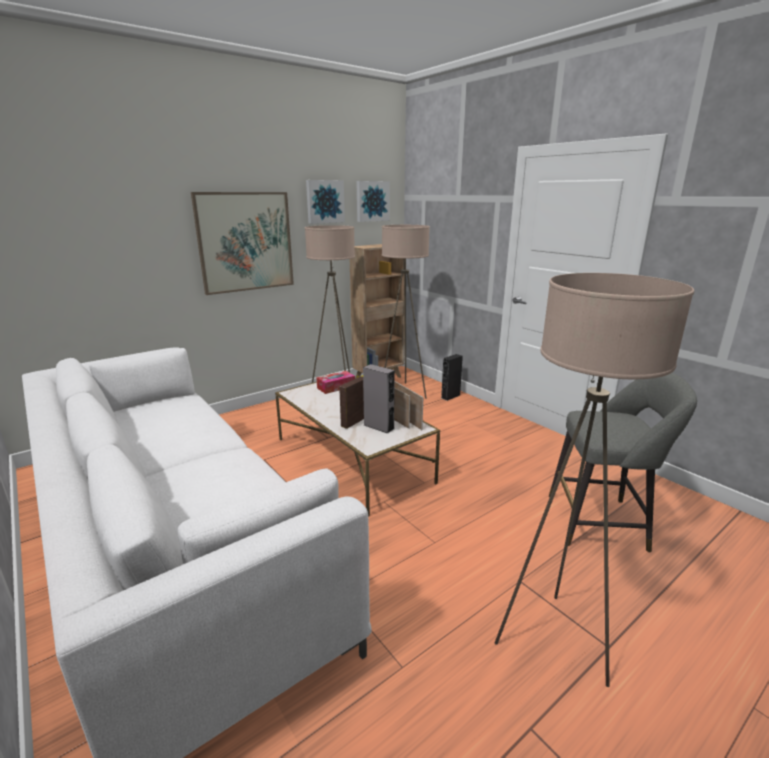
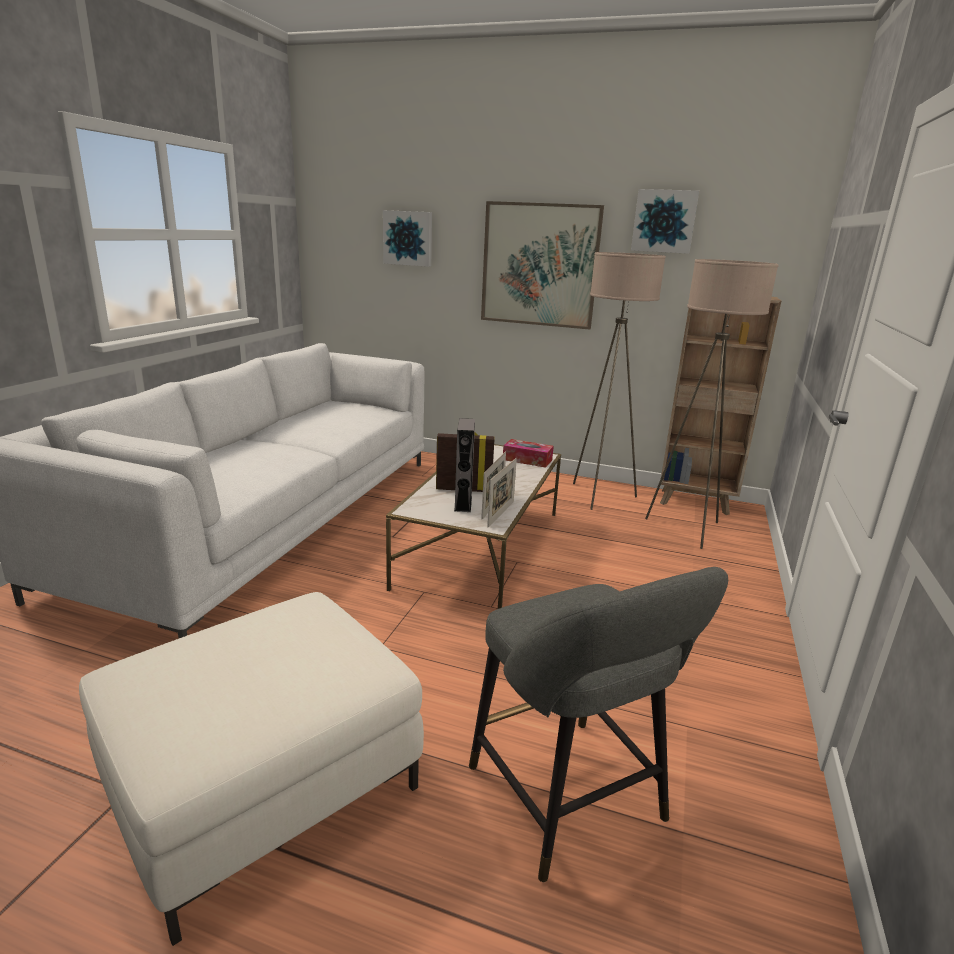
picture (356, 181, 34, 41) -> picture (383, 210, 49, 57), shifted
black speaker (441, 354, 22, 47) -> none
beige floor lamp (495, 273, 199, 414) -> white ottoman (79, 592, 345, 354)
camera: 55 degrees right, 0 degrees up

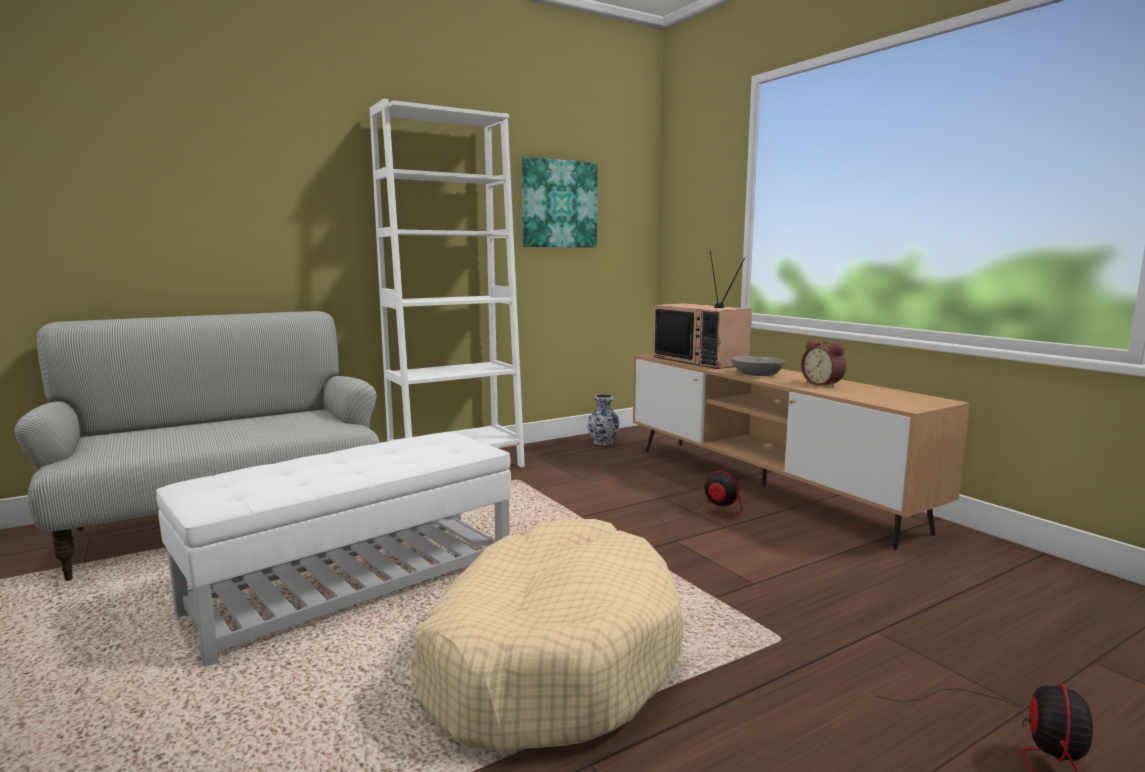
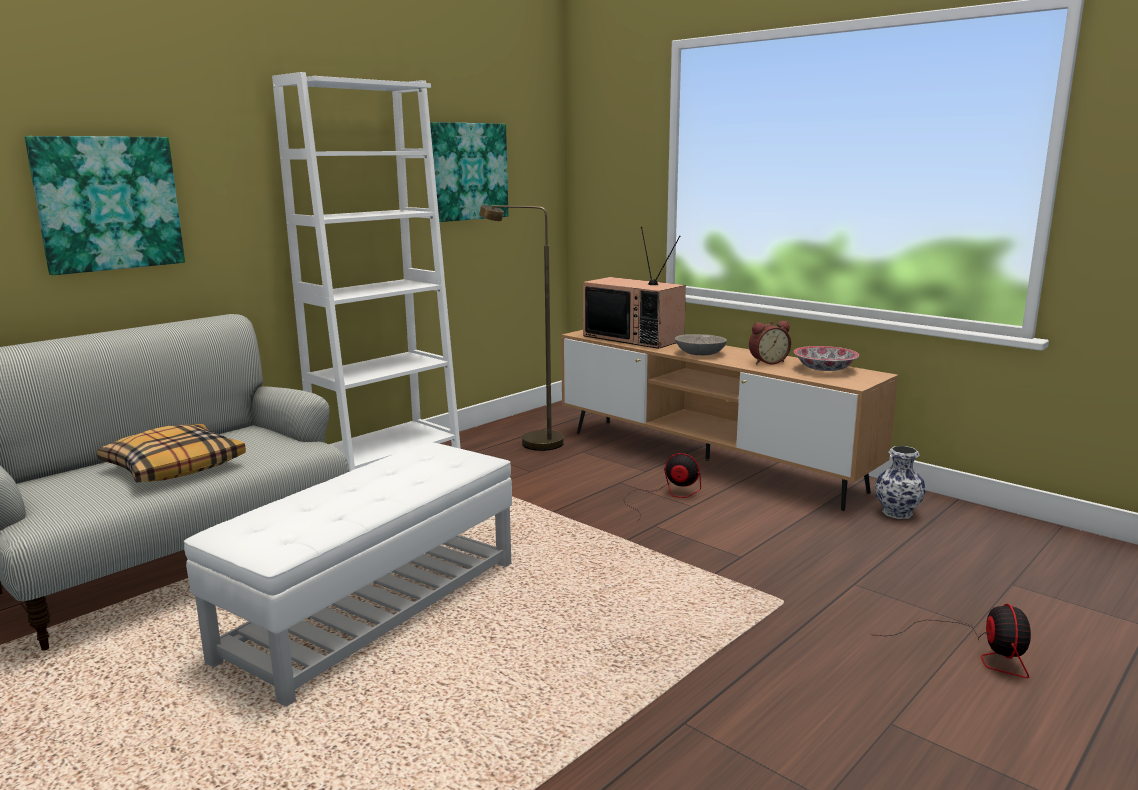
beige dog bed (410, 519, 274, 232) -> none
vase (587, 394, 33, 51) -> vase (875, 446, 51, 73), shifted
alarm clock (801, 339, 45, 49) -> alarm clock (749, 321, 42, 43), 60 degrees counterclockwise
none -> picture (25, 136, 160, 139)
none -> pillow (97, 424, 149, 59)
none -> brown floor lamp (479, 205, 85, 246)
none -> bowl (794, 346, 65, 25)
camera: 15 degrees left, 5 degrees up

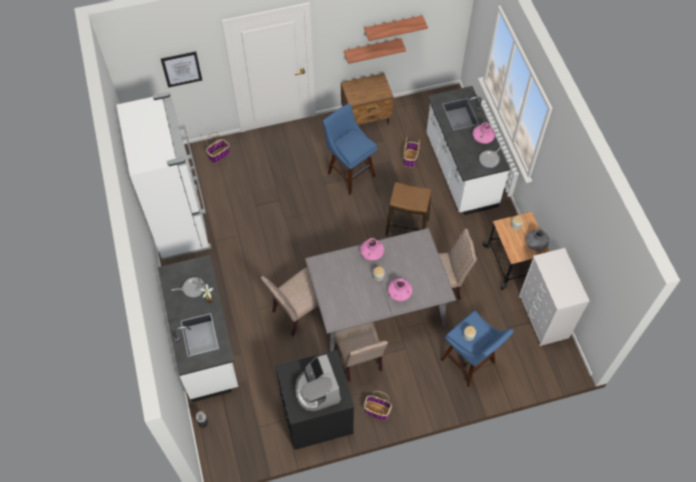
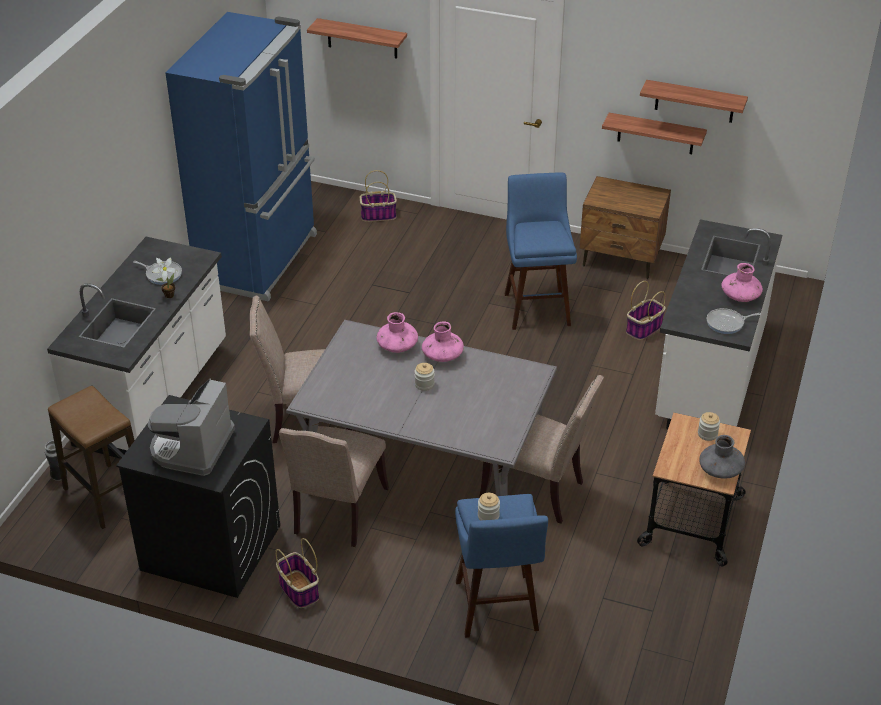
white fridge (117, 92, 94, 168) -> blue fridge (166, 12, 151, 290)
picture (161, 51, 41, 37) -> shelf (307, 18, 100, 41)
stool (385, 182, 47, 54) -> stool (48, 385, 87, 144), shifted
pink vase (388, 278, 24, 23) -> pink vase (376, 312, 42, 41), shifted
white dresser (519, 248, 71, 98) -> none
camera: 35 degrees right, 20 degrees down

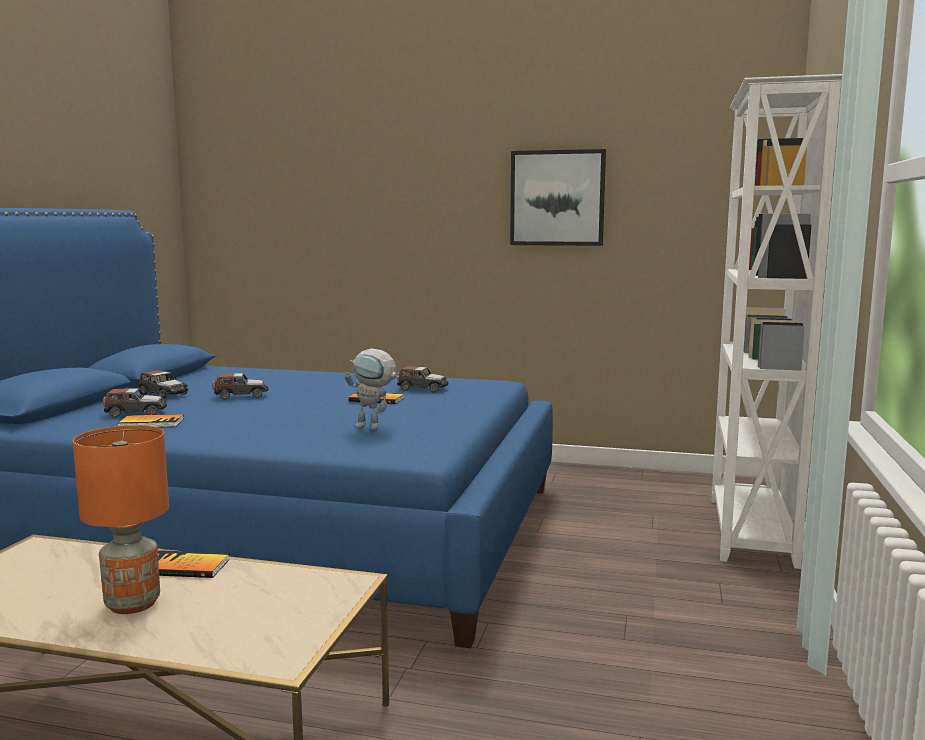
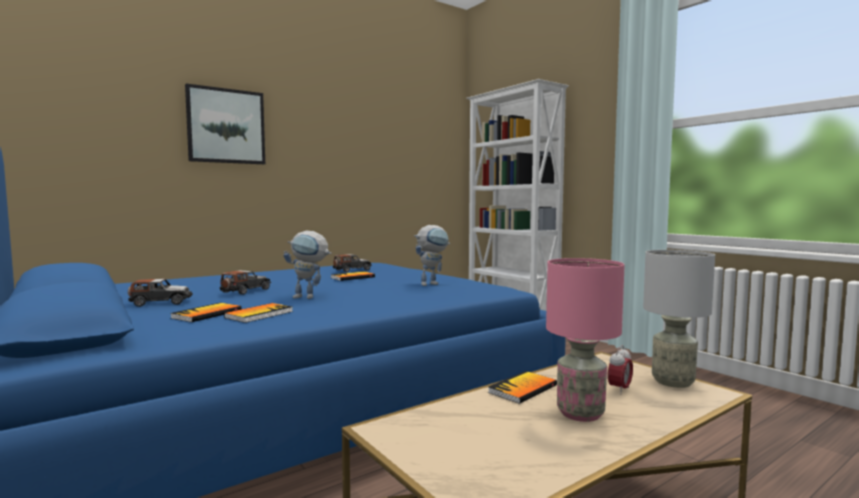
orange table lamp (73, 425, 96, 189) -> pink table lamp (546, 258, 79, 164)
toy car (103, 388, 64, 30) -> book (170, 303, 72, 19)
picture (510, 149, 96, 97) -> picture (185, 84, 80, 80), shifted
none -> toy robot (283, 231, 49, 68)
none -> alarm clock (608, 345, 25, 49)
none -> grey table lamp (643, 250, 72, 138)
camera: 50 degrees left, 5 degrees down

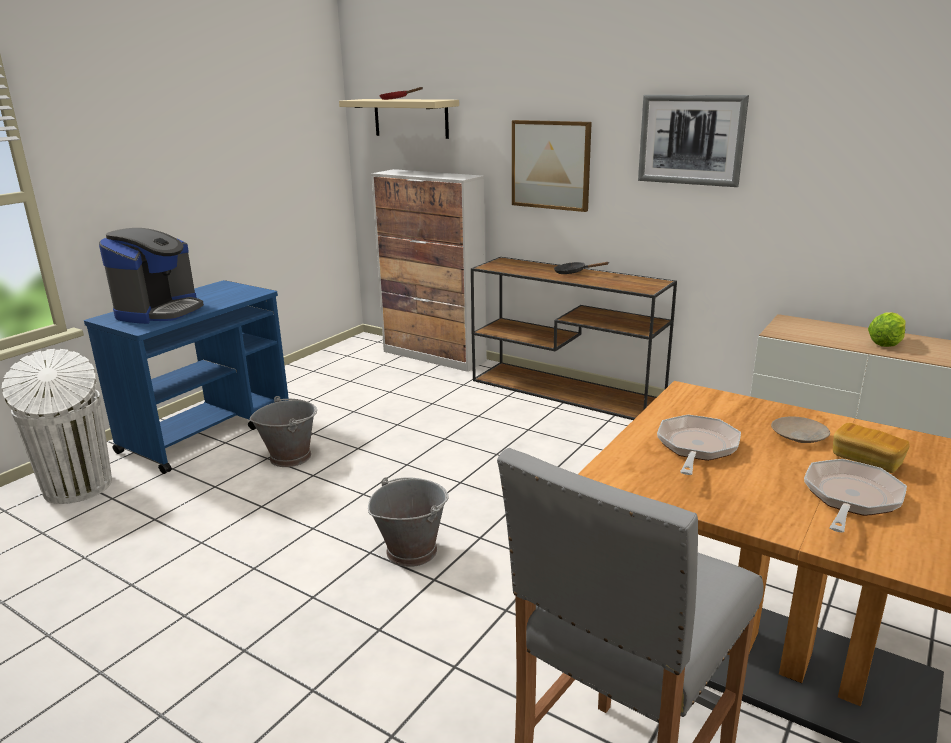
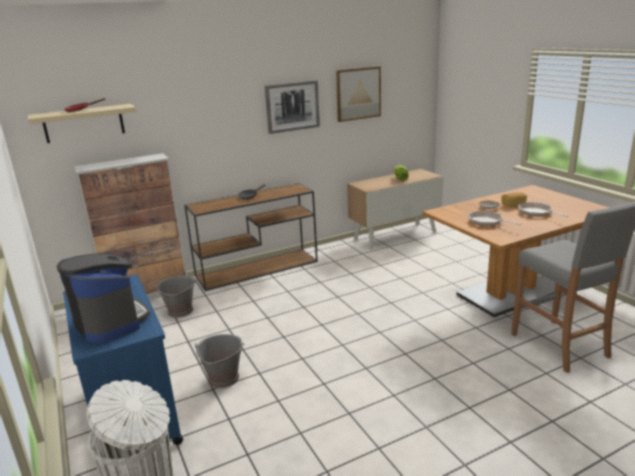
grey bucket (368, 477, 80, 90) -> grey bucket (155, 276, 41, 42), shifted
picture (512, 120, 80, 92) -> picture (336, 66, 45, 56), shifted
camera: 60 degrees left, 0 degrees up

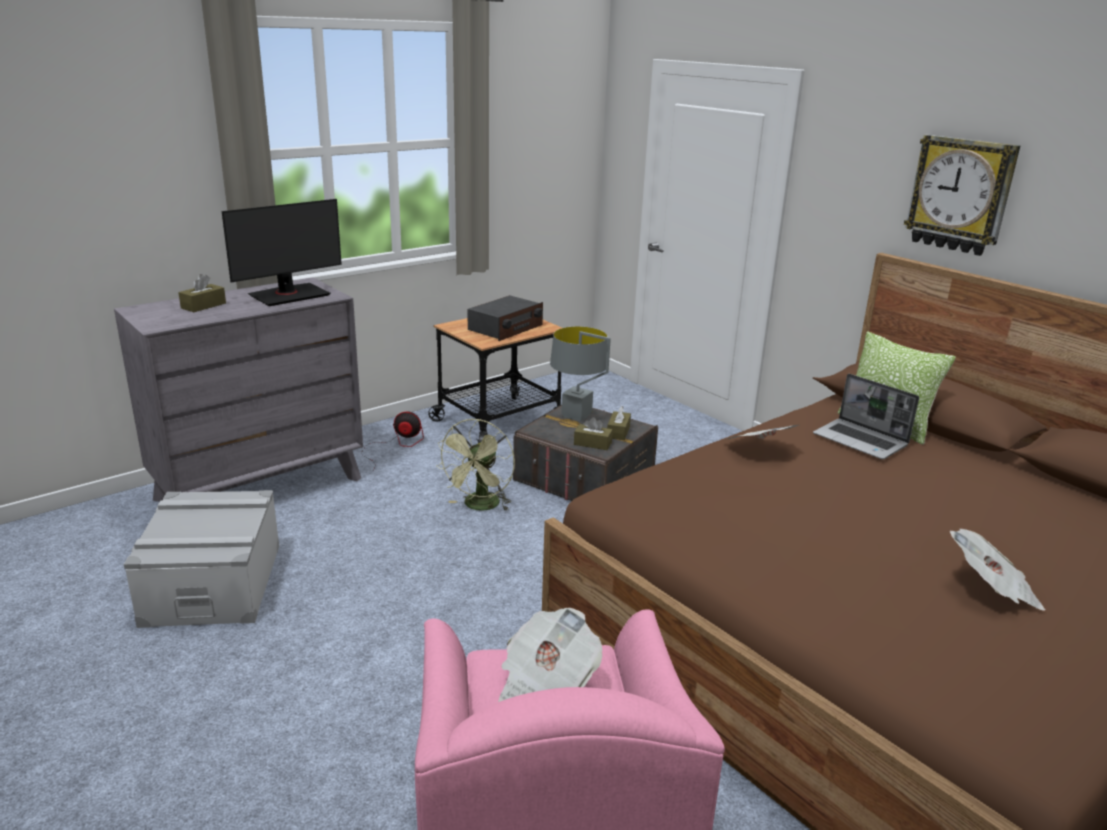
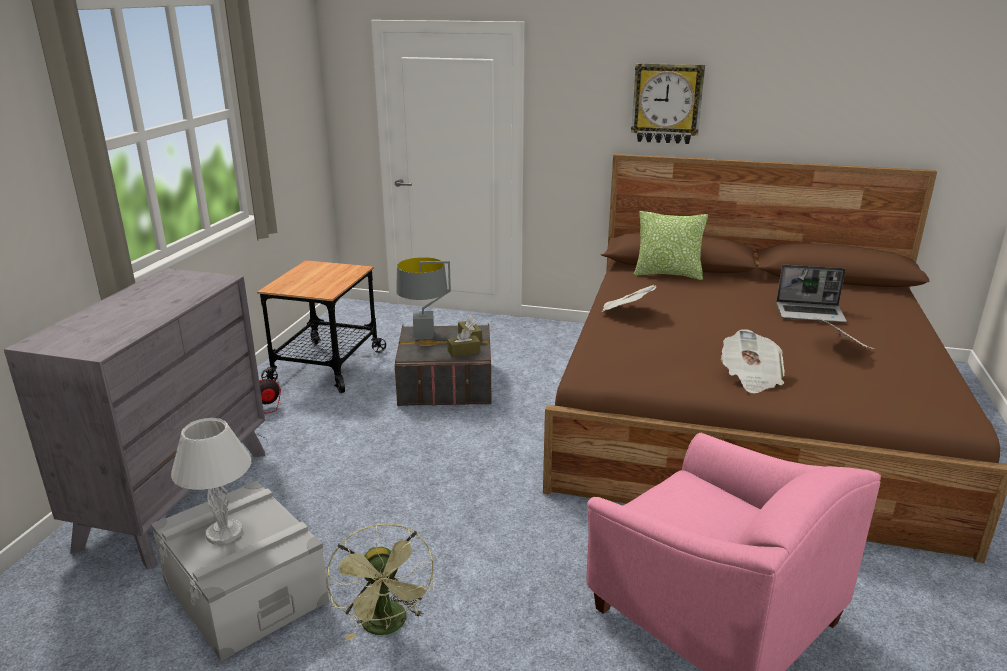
brown tissue box (178, 274, 48, 38) -> none
monitor (222, 199, 120, 107) -> none
green fan (436, 419, 79, 92) -> green fan (326, 524, 108, 117), shifted
radio (468, 295, 75, 46) -> none
newspaper (499, 608, 103, 94) -> newspaper (721, 329, 64, 64), shifted
laptop (813, 374, 106, 85) -> laptop (776, 265, 71, 57), shifted
none -> white table lamp (171, 418, 80, 127)
camera: 35 degrees left, 0 degrees up

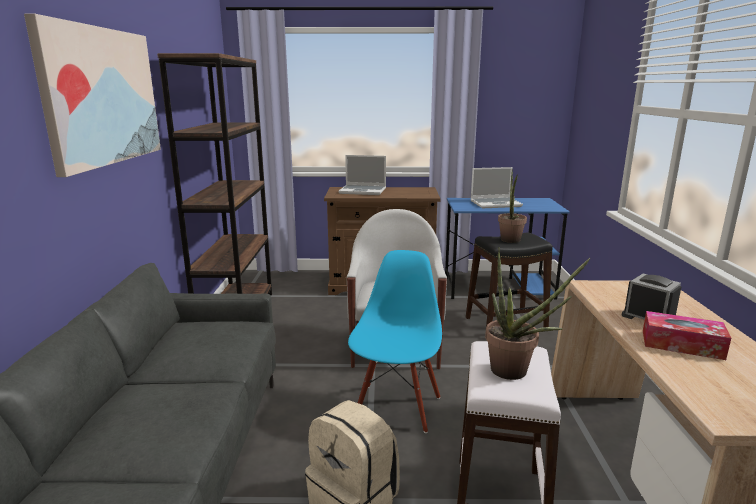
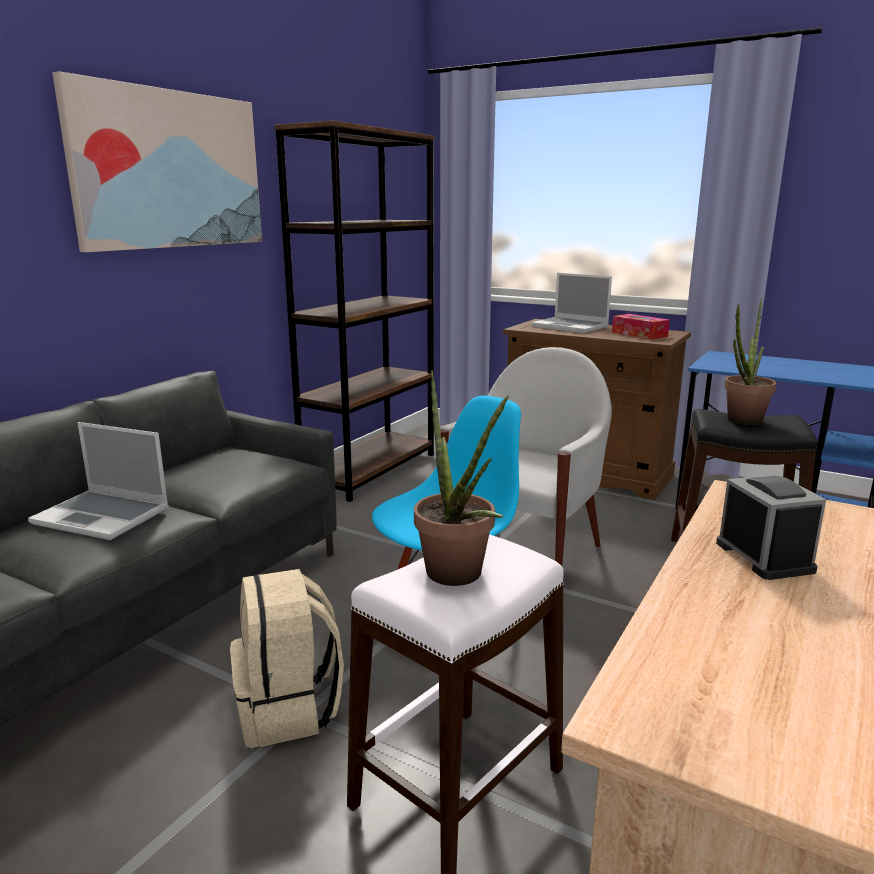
laptop (470, 167, 53, 41) -> laptop (28, 422, 141, 118), shifted
tissue box (643, 311, 88, 49) -> tissue box (612, 314, 58, 25), shifted
camera: 30 degrees right, 0 degrees up

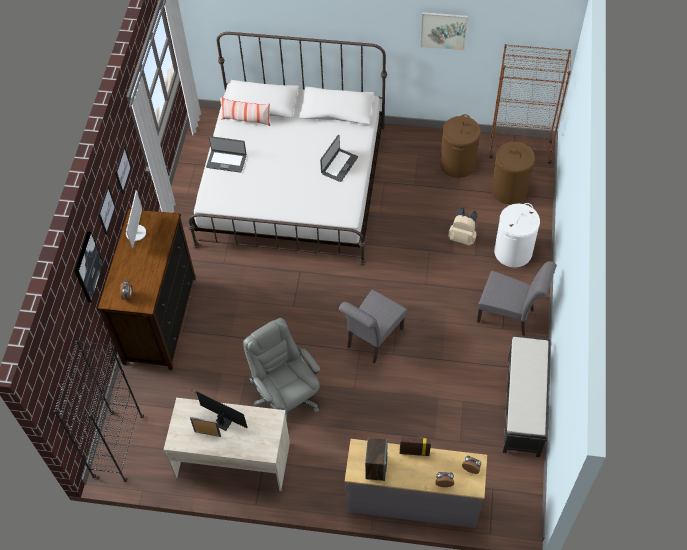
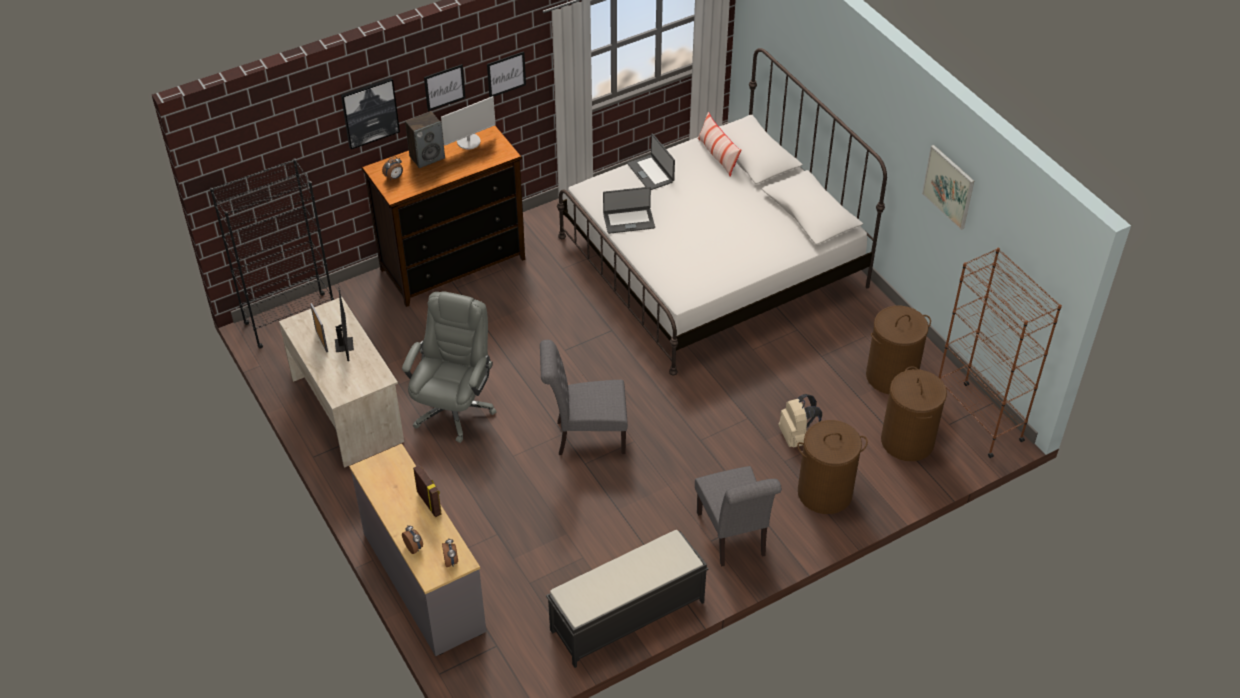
laptop (320, 135, 38, 47) -> laptop (603, 187, 52, 47), shifted
speaker (365, 438, 23, 43) -> speaker (405, 111, 40, 57), shifted
white laundry basket (494, 203, 46, 64) -> brown laundry basket (797, 420, 71, 94)
camera: 50 degrees right, 10 degrees down

